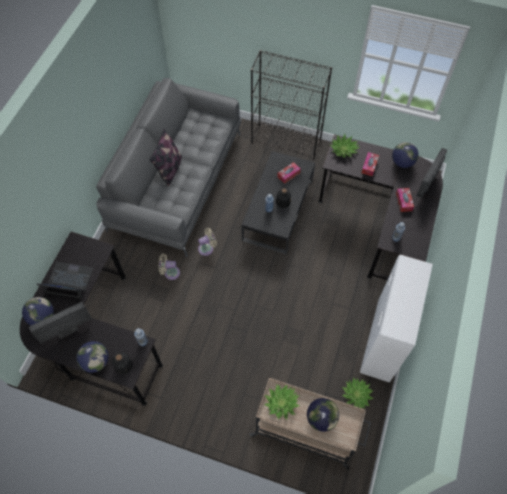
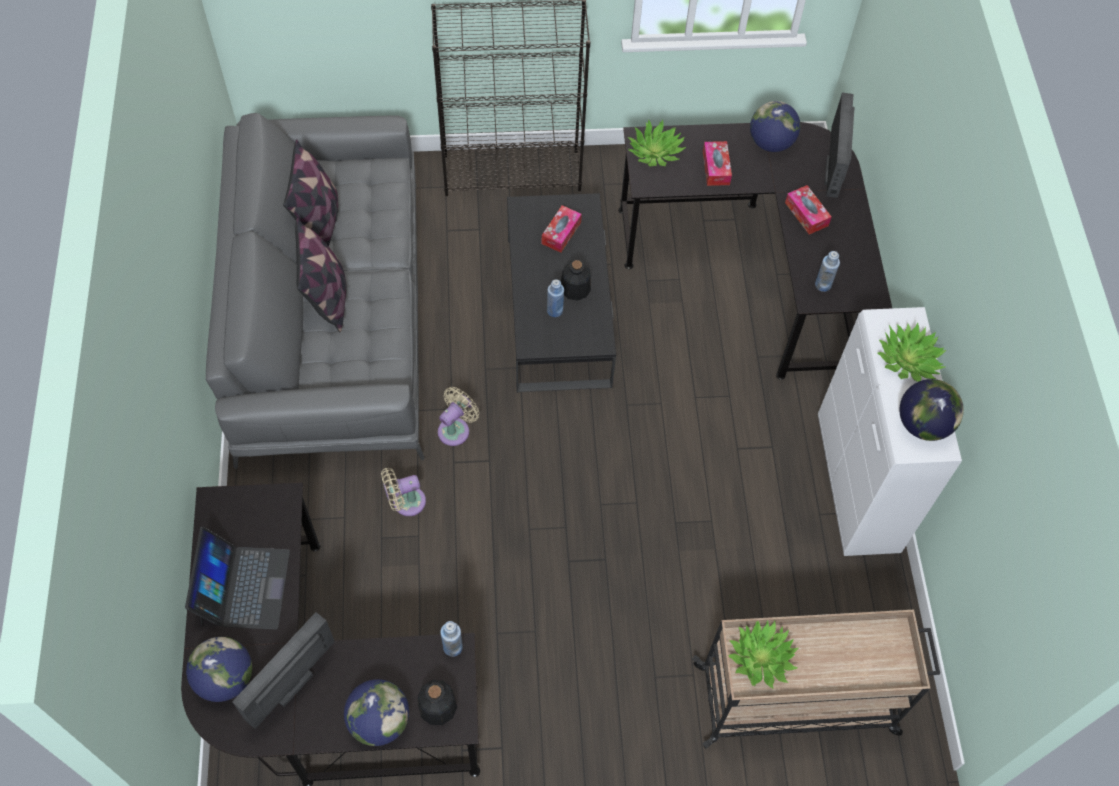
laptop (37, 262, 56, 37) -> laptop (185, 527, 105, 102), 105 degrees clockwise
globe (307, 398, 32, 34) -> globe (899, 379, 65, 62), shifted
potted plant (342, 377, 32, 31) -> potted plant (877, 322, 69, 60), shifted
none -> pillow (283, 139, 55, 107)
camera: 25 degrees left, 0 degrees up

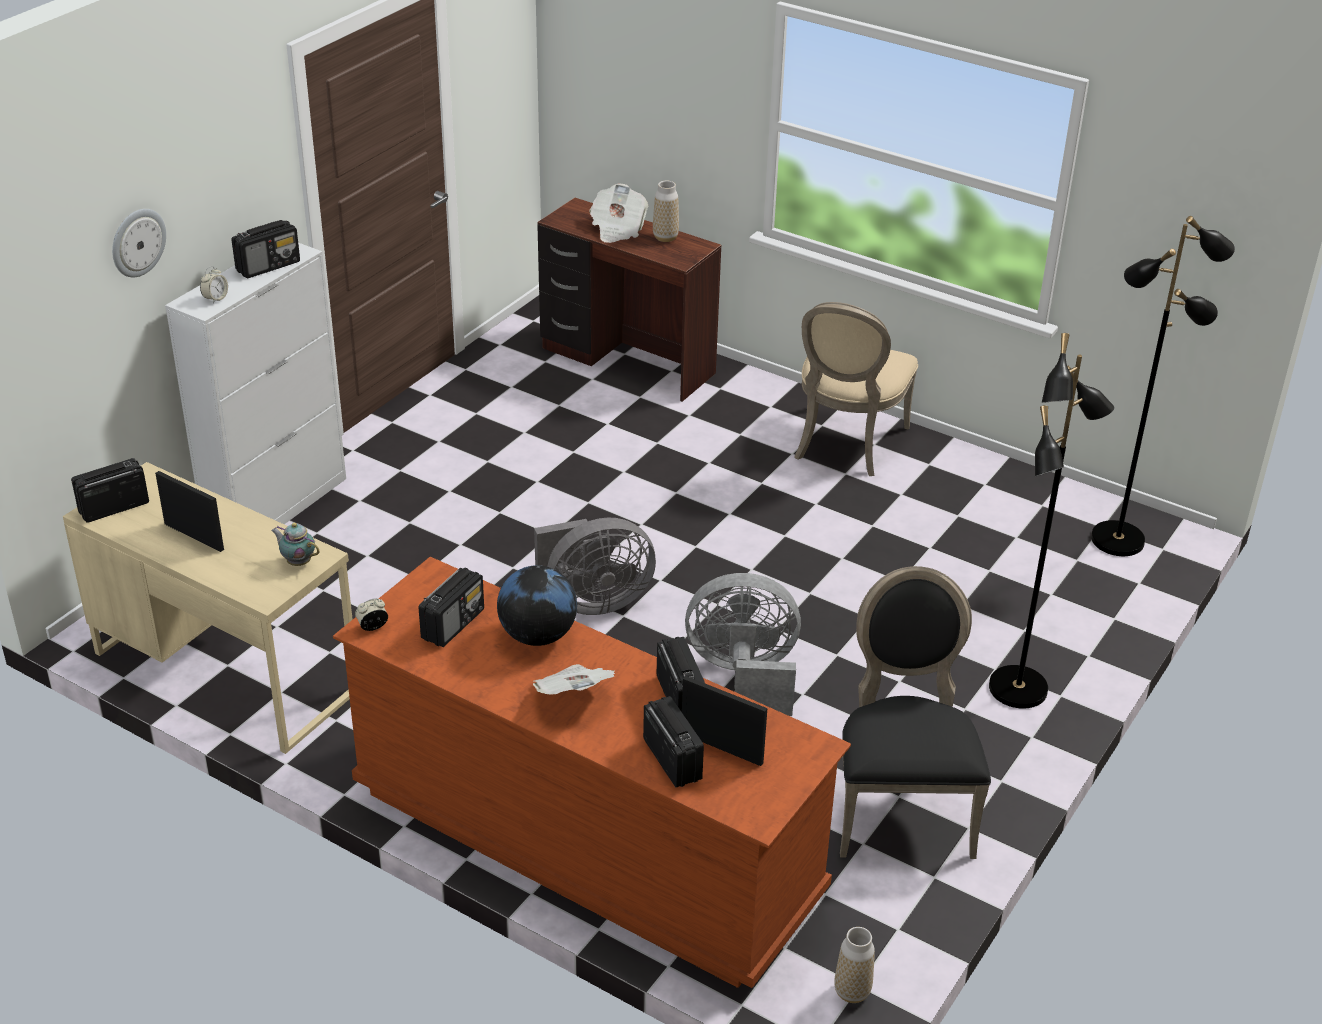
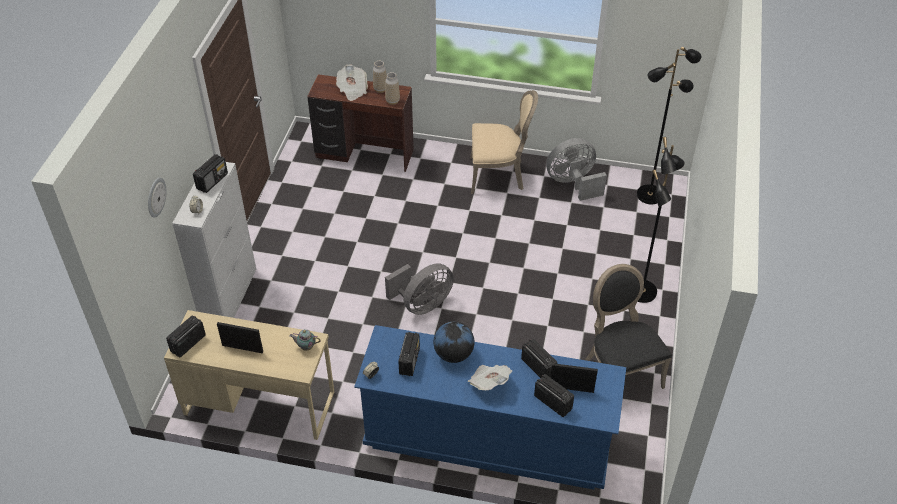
brown dresser (333, 557, 518, 431) -> blue dresser (354, 325, 272, 165)
grey fan (685, 573, 116, 143) -> grey fan (546, 138, 61, 63), shifted
beige chair (794, 302, 124, 174) -> beige chair (470, 90, 68, 104), 90 degrees counterclockwise
vase (834, 927, 41, 76) -> vase (385, 72, 15, 33), shifted
camera: 20 degrees left, 10 degrees up

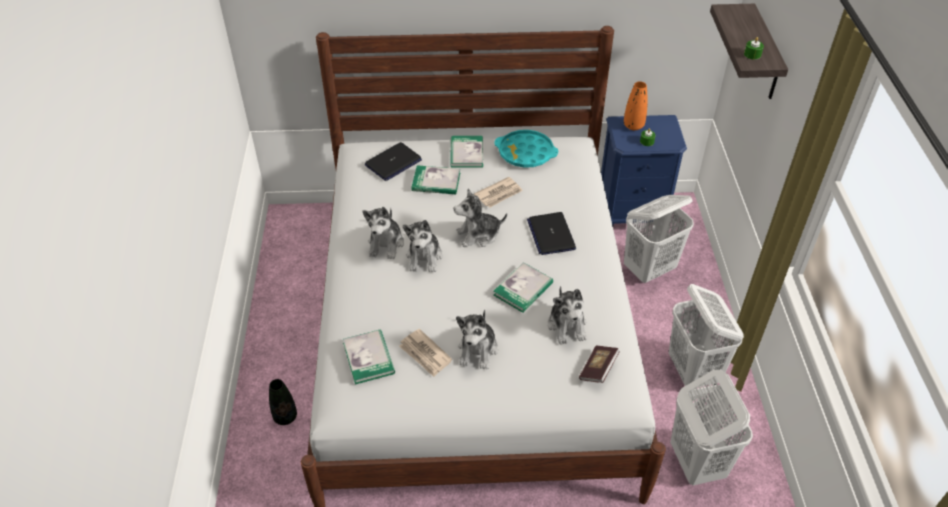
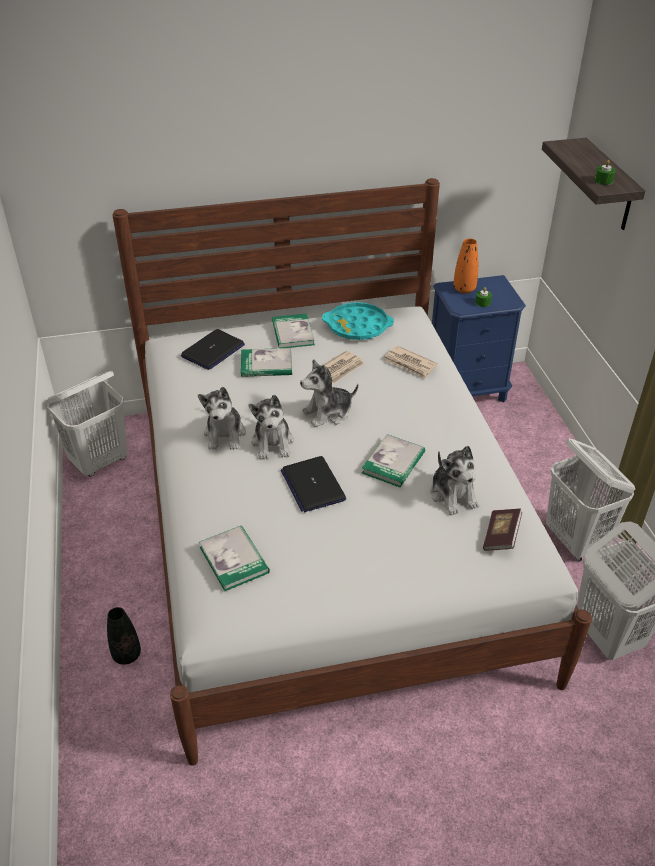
newspaper (399, 329, 53, 48) -> newspaper (384, 346, 53, 33), shifted
plush toy (456, 309, 42, 61) -> none
laptop (527, 212, 49, 43) -> laptop (281, 456, 65, 56), shifted
white laundry basket (624, 195, 70, 88) -> white laundry basket (46, 371, 82, 106), shifted
camera: 10 degrees left, 5 degrees down

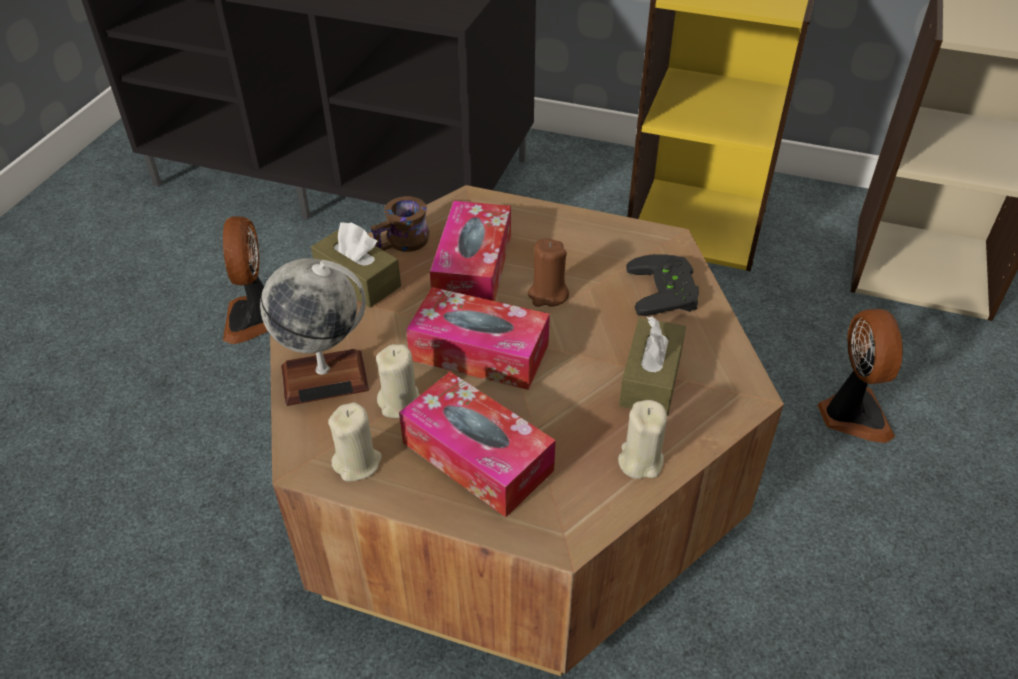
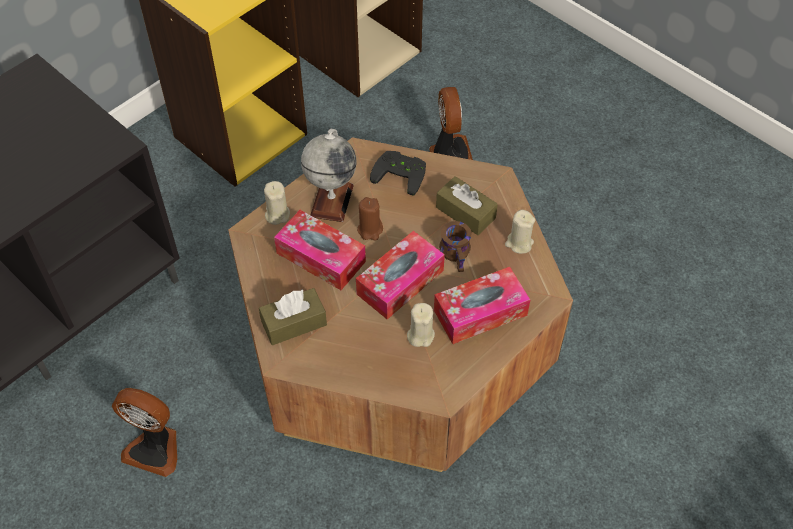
globe (260, 258, 109, 148) -> globe (301, 129, 56, 93), shifted
beige candle (328, 402, 54, 80) -> beige candle (264, 181, 26, 44), shifted
brown mug (370, 196, 60, 56) -> brown mug (439, 221, 33, 51), shifted
fan (817, 309, 86, 134) -> fan (429, 87, 44, 73), 60 degrees clockwise
camera: 65 degrees left, 10 degrees up

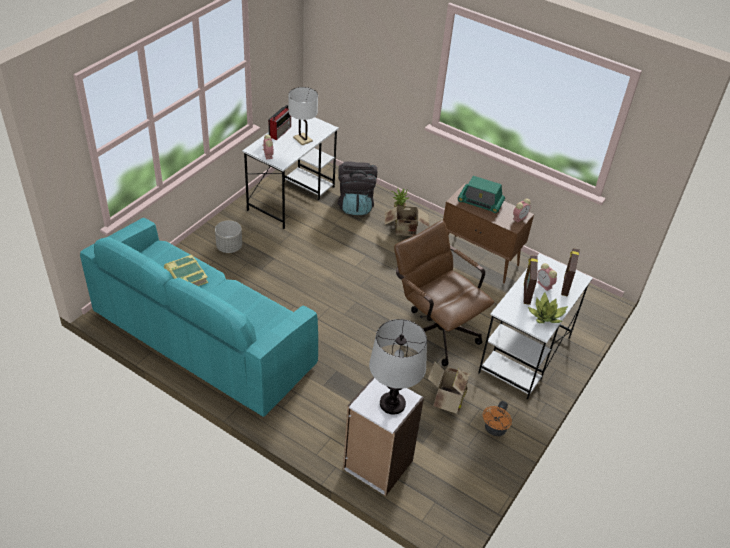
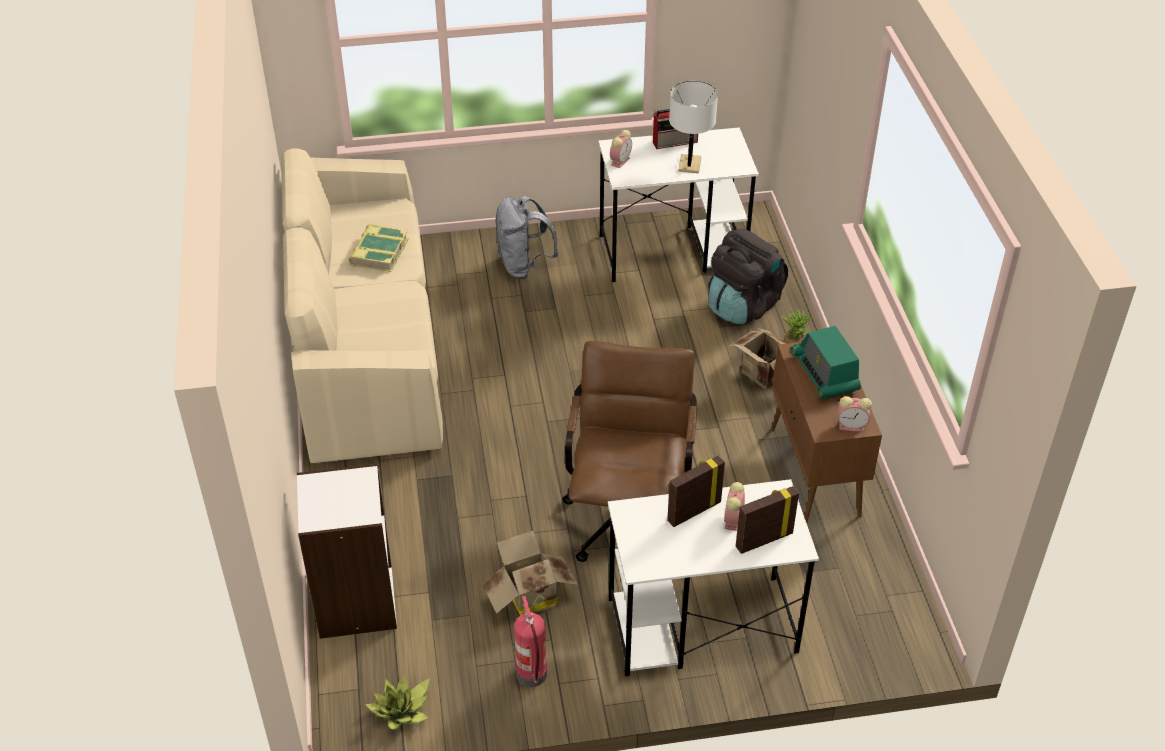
turquoise sofa (80, 218, 238, 199) -> beige sofa (281, 148, 162, 315)
grey planter (215, 220, 27, 33) -> grey backpack (495, 196, 64, 83)
table lamp (369, 319, 58, 96) -> none
orange fan (483, 401, 29, 35) -> fire extinguisher (514, 596, 33, 91)
potted plant (528, 292, 40, 31) -> potted plant (365, 675, 65, 55), shifted
camera: 50 degrees right, 0 degrees up

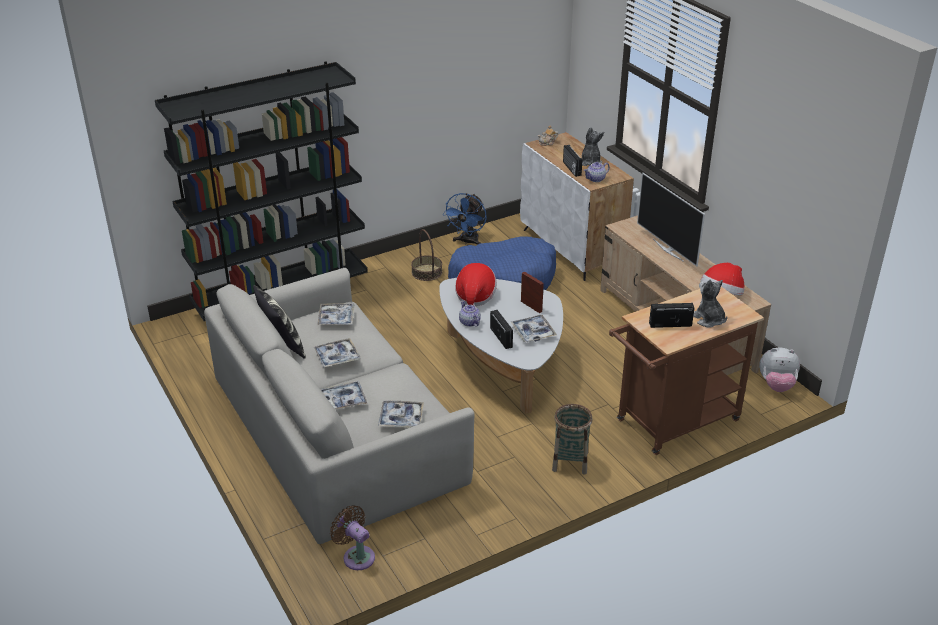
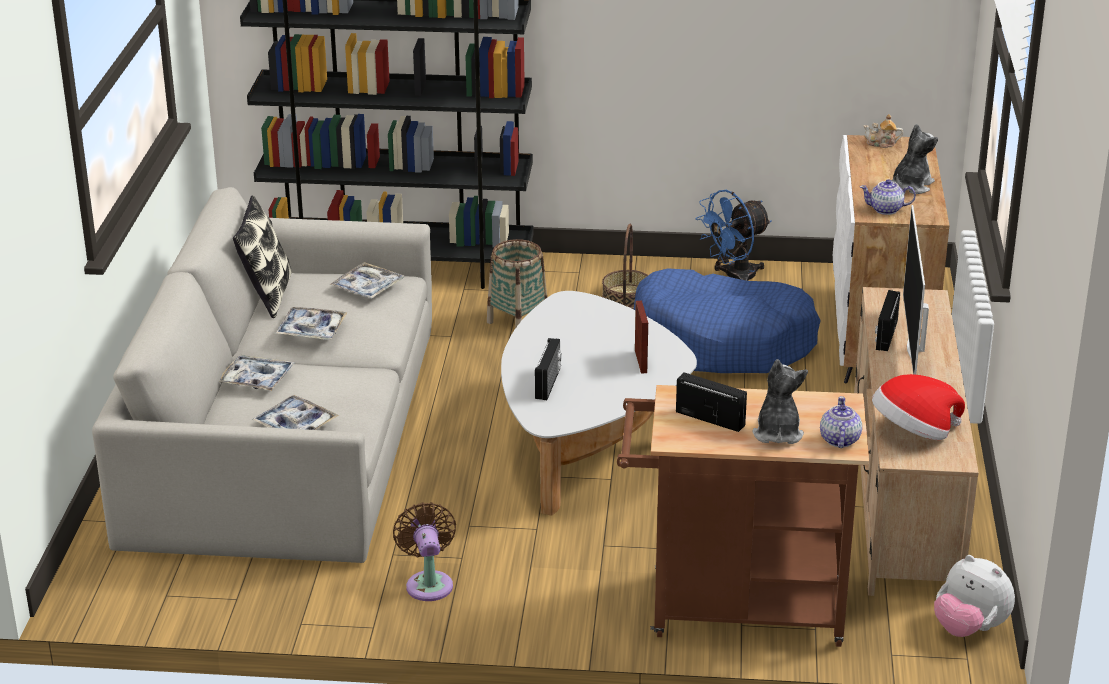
brown fan (330, 505, 45, 65) -> brown fan (393, 502, 63, 99), shifted
hat (455, 263, 42, 43) -> none
teapot (459, 301, 22, 26) -> teapot (820, 396, 42, 52), shifted
tray (511, 315, 46, 27) -> none
basket (552, 404, 41, 71) -> basket (487, 239, 60, 90), shifted
radio (563, 145, 20, 32) -> radio (875, 290, 25, 61), shifted
camera: 35 degrees right, 5 degrees down

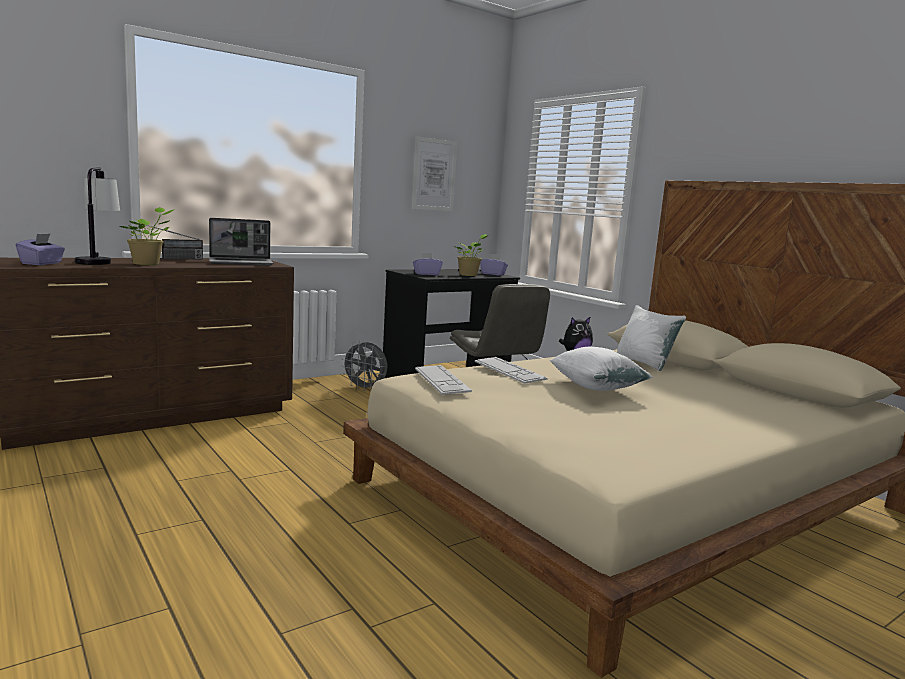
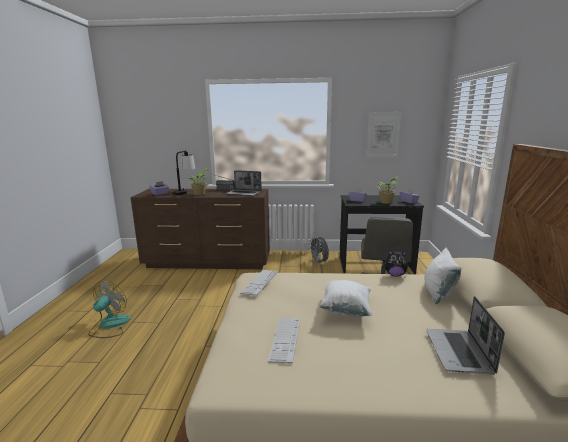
keyboard (475, 357, 72, 27) -> keyboard (268, 318, 32, 46), shifted
none -> fan (88, 281, 43, 57)
none -> laptop (426, 296, 79, 79)
camera: 40 degrees right, 5 degrees up

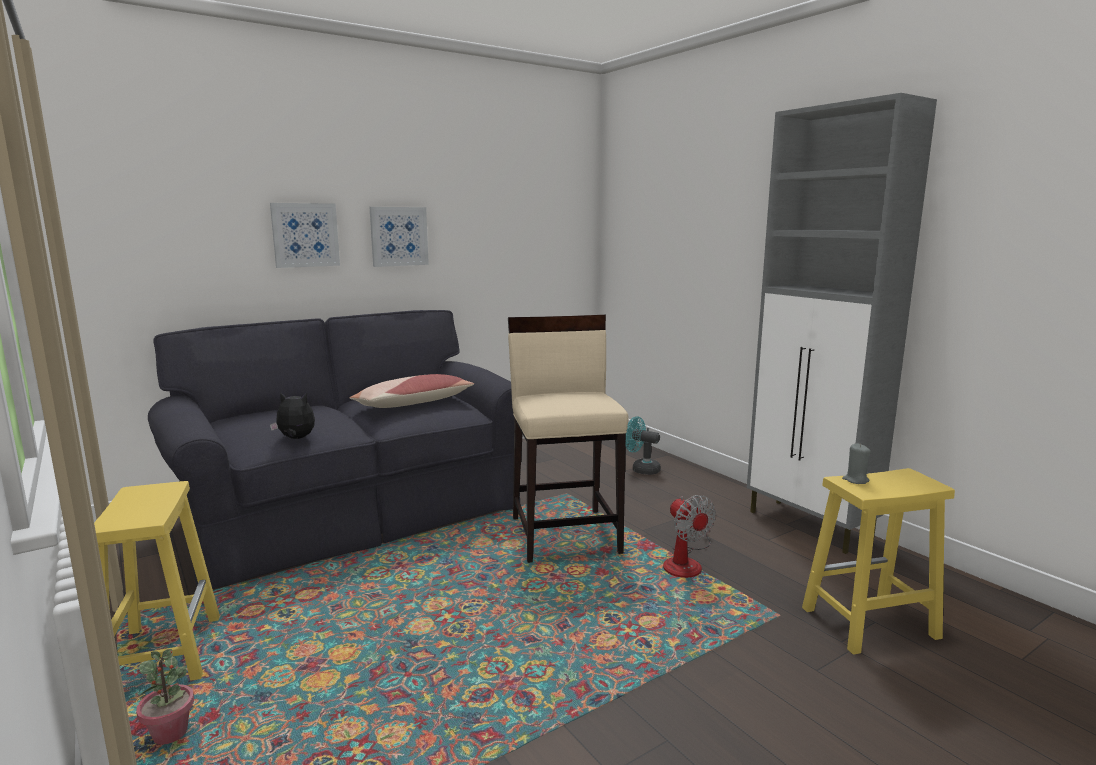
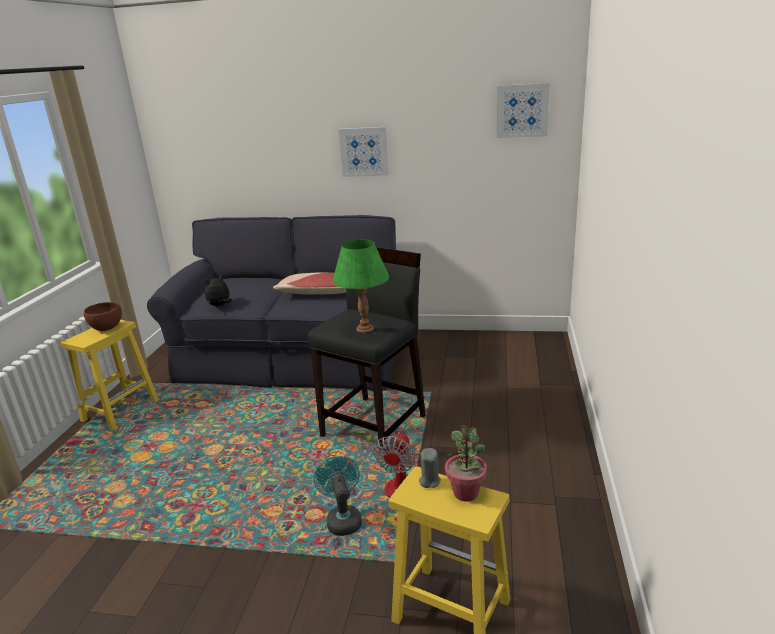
potted plant (136, 649, 58, 96) -> potted plant (445, 425, 42, 77), shifted
picture (270, 203, 70, 65) -> picture (497, 83, 53, 55), shifted
plush toy (270, 392, 45, 47) -> plush toy (205, 274, 27, 32), 90 degrees counterclockwise
beige stool (508, 315, 121, 248) -> black stool (308, 247, 118, 203)
turquoise fan (626, 417, 35, 58) -> turquoise fan (314, 456, 48, 80), shifted
grey cabinet (747, 93, 190, 461) -> none
none -> brown bowl (84, 302, 38, 29)
none -> green table lamp (333, 240, 56, 93)
camera: 45 degrees right, 10 degrees up

